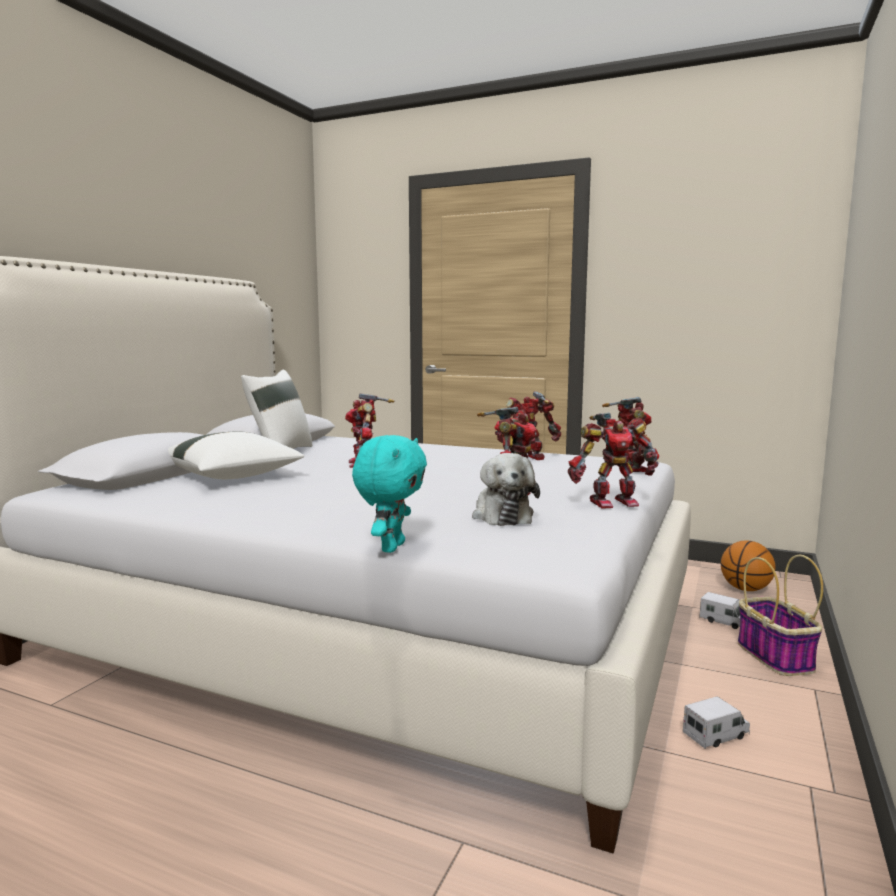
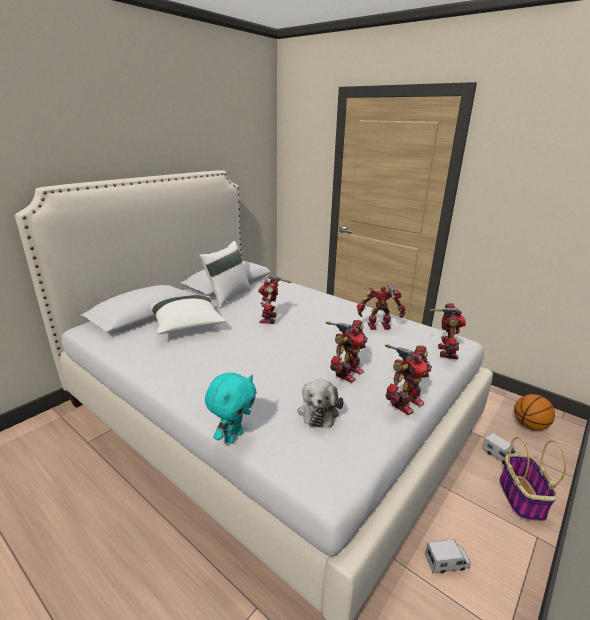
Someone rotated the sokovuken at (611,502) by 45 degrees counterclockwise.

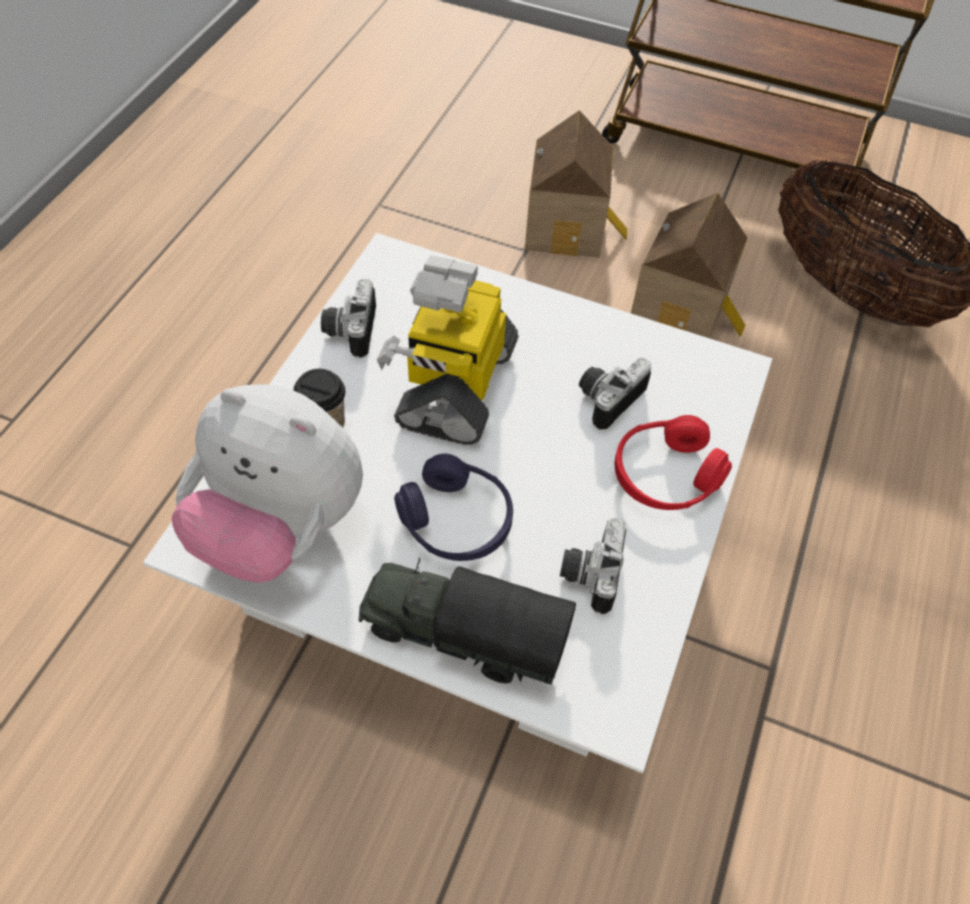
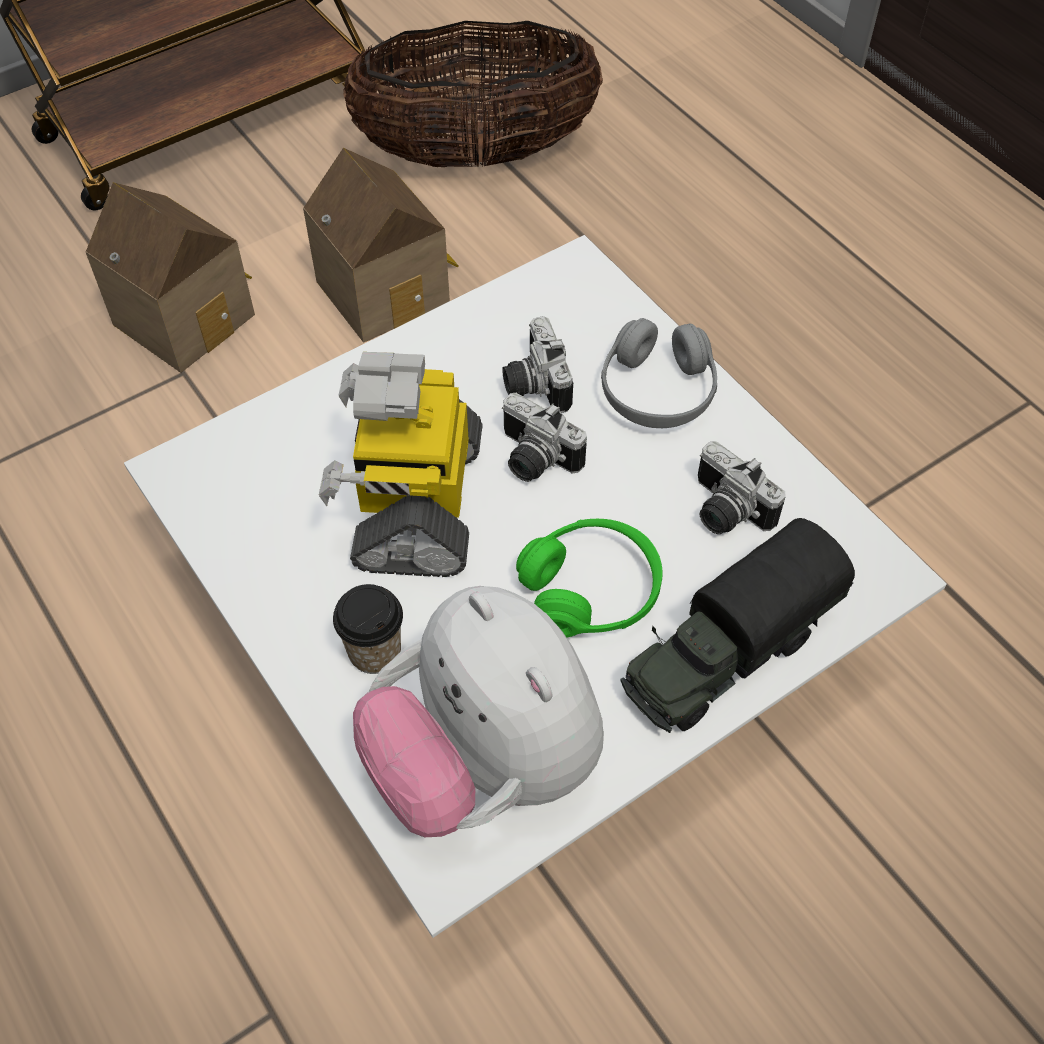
Someone rotated the sokovuken at (454,385) by 45 degrees clockwise.
Someone rotated the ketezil at (280,526) by 90 degrees clockwise.
Someone carried the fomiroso from (349,330) to (533,460).
Someone repainted the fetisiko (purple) at (456,520), which became the fetisiko (green) at (590,590).
Someone repainted the fetisiko (red) at (665,475), which became the fetisiko (grey) at (657,390).

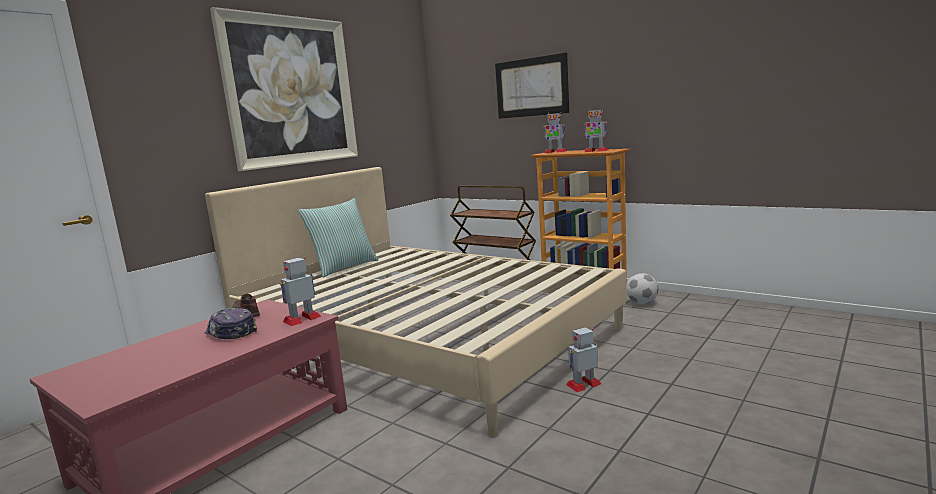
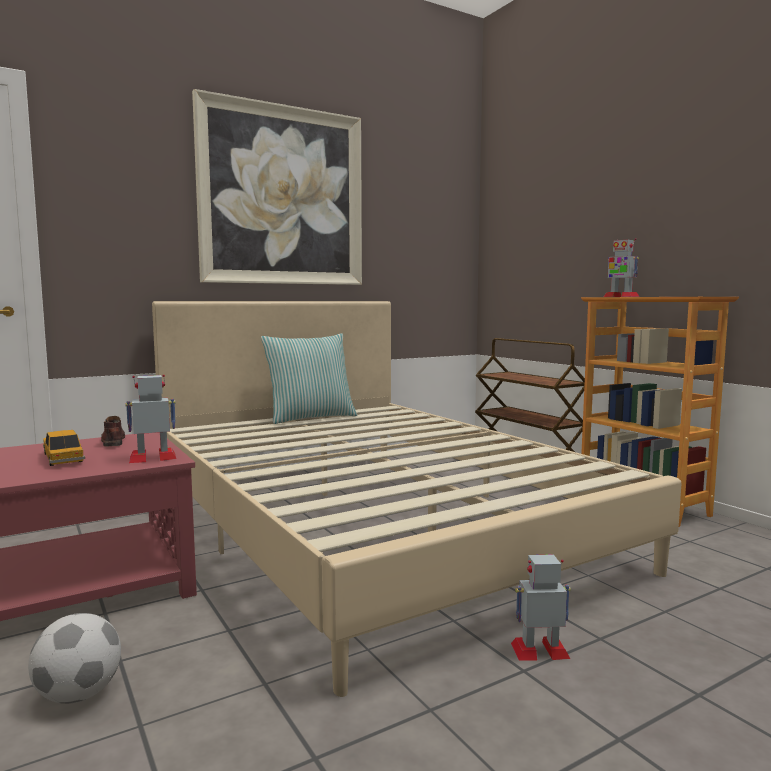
Someone carried the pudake from (642,303) to (78,695).
Someone swapped the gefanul at (230,333) for the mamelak at (63,458).
Someone took away the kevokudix at (531,87).
Someone took away the sokovuken at (596,151).

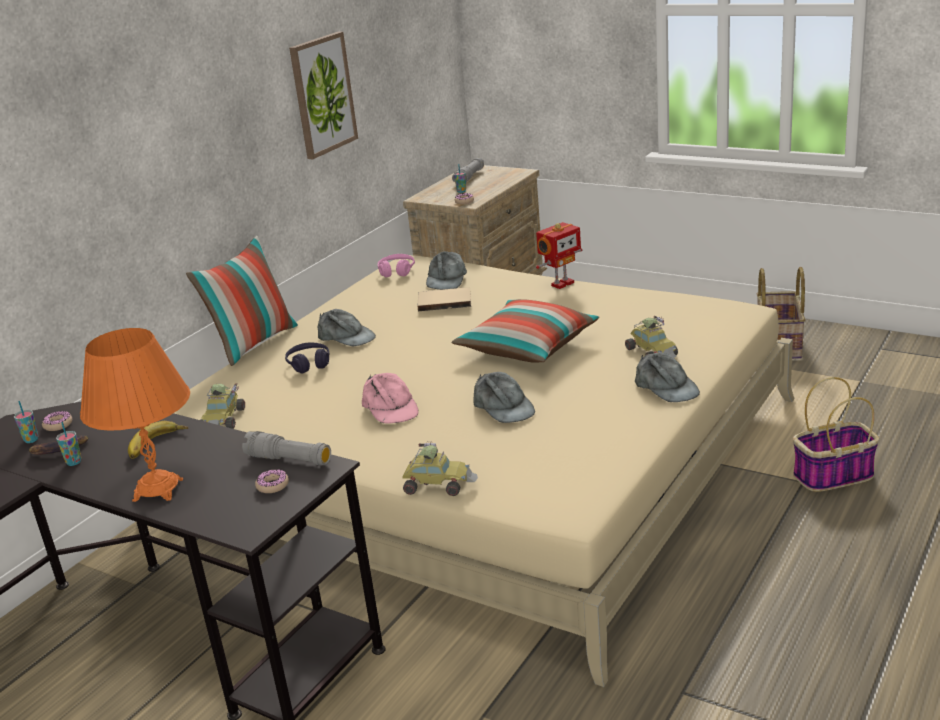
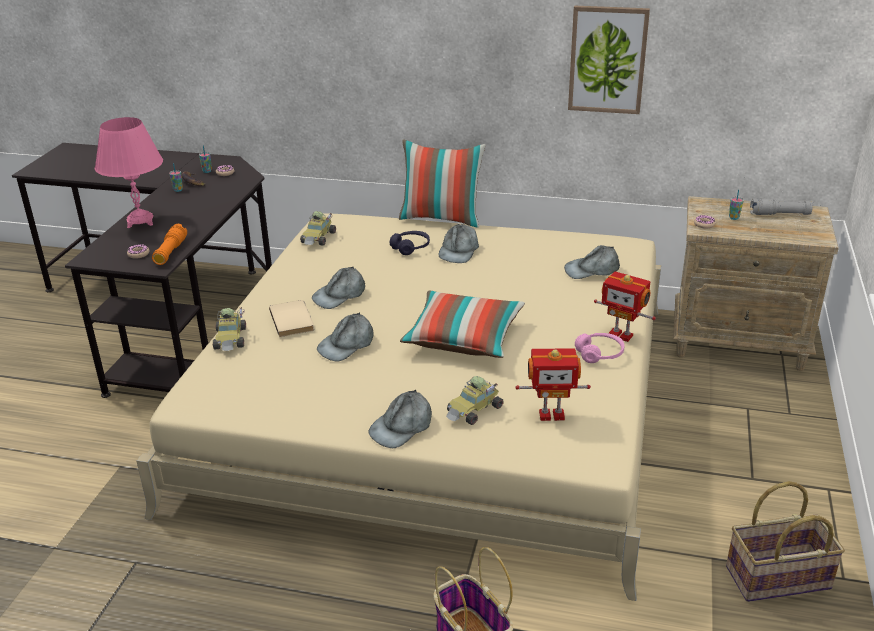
Someone repainted the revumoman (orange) at (158,490), which became the revumoman (pink) at (140,221).
Someone repainted the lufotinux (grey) at (289,460), which became the lufotinux (orange) at (170,252).
Someone carried the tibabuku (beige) from (444,301) to (293,320).
Someone rotated the mamelak at (224,420) by 60 degrees counterclockwise.
Someone repainted the gefanul (pink) at (390,407), which became the gefanul (grey) at (340,295).
Someone put down the sokovuken at (551,414).
Someone carried the fetisiko (pink) from (396,271) to (599,354).
Someone took away the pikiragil at (157,445).

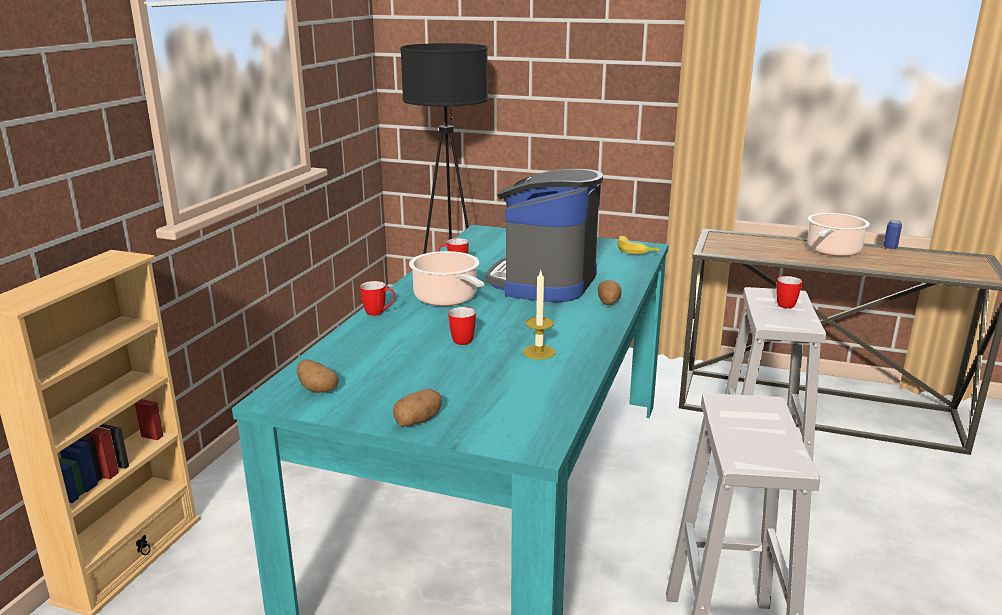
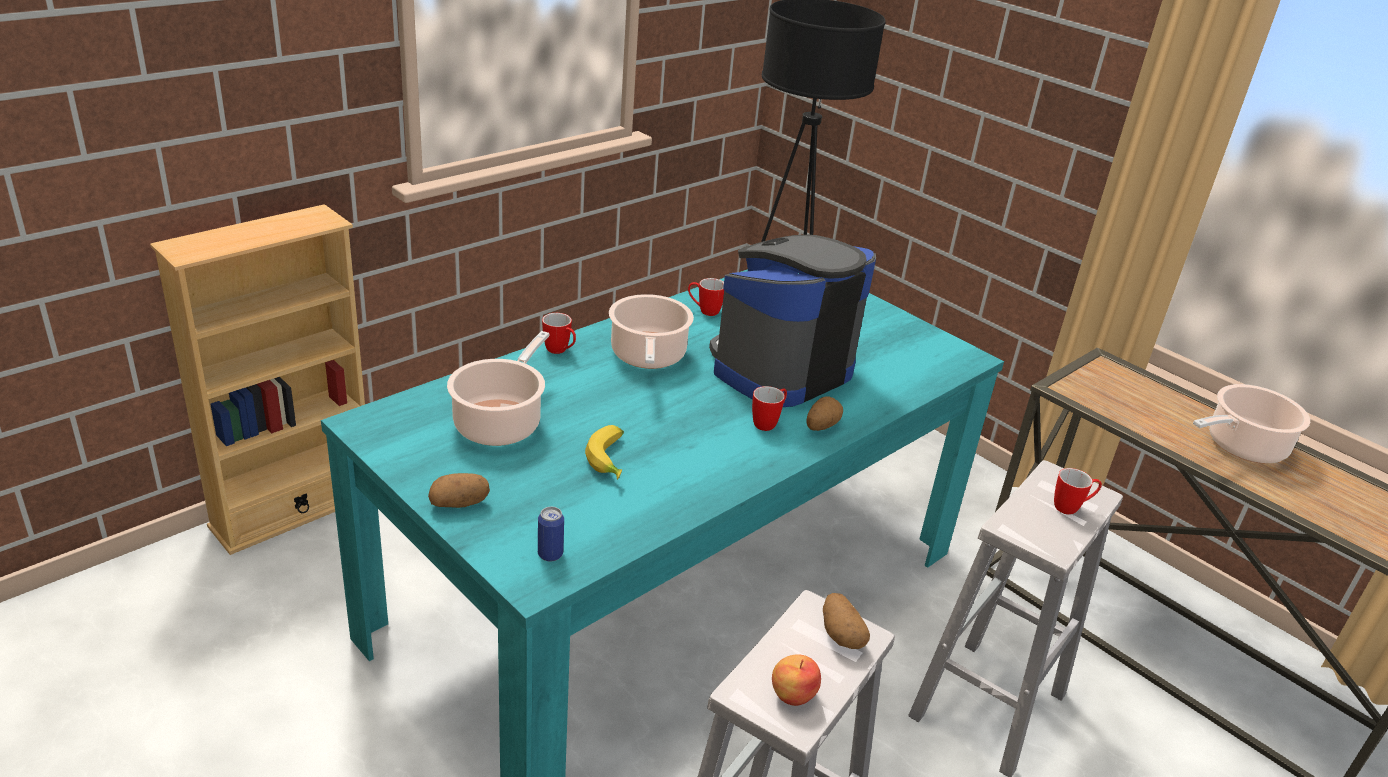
Someone put down the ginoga at (500,422).
Someone carried the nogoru from (890,247) to (550,554).
Someone carried the pikiragil from (636,251) to (612,460).
Someone carried the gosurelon from (464,339) to (768,423).
Someone put down the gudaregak at (793,694).
Someone carried the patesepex from (316,389) to (840,634).
Someone took away the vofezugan at (539,352).

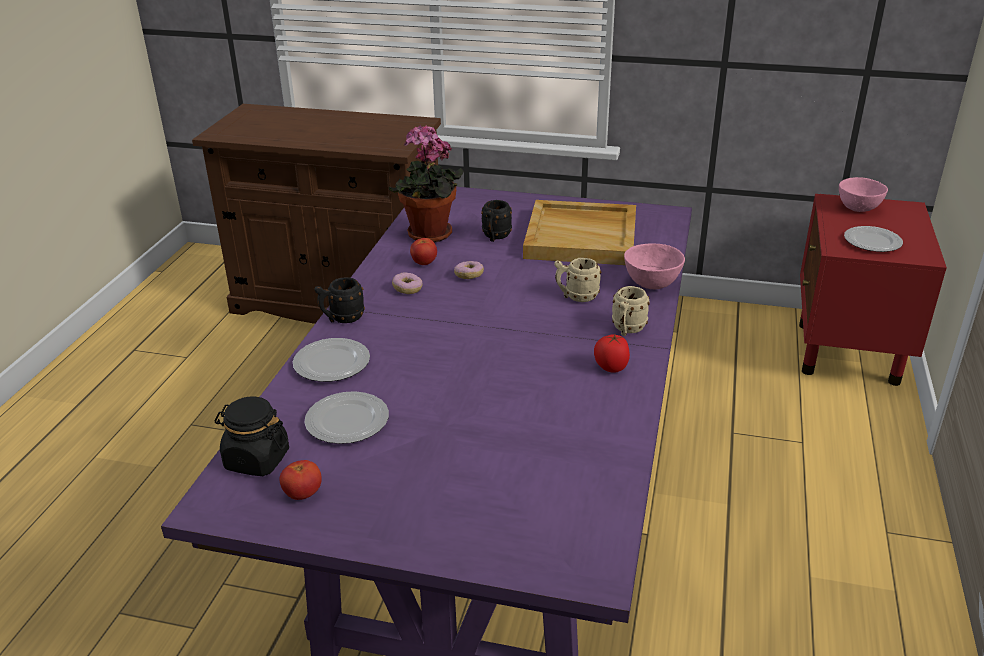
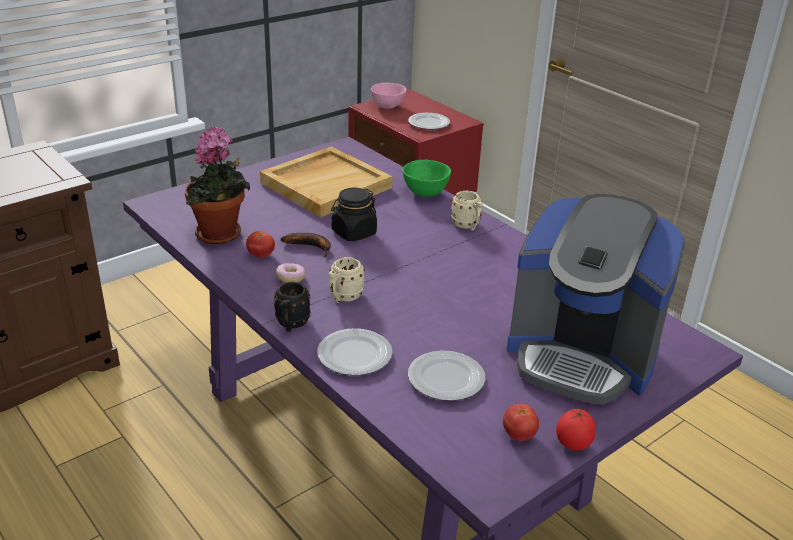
Someone swapped the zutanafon at (469,276) for the pikiragil at (311,246).
Someone carried the gosurelon (beige) from (576,297) to (343,297).
Someone carried the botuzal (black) from (256,459) to (353,233).
Someone repainted the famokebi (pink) at (651,284), which became the famokebi (green) at (424,193).
Someone put down the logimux at (581,356).
Someone carried the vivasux from (611,368) to (572,444).
Someone took away the gosurelon (black) at (495,237).

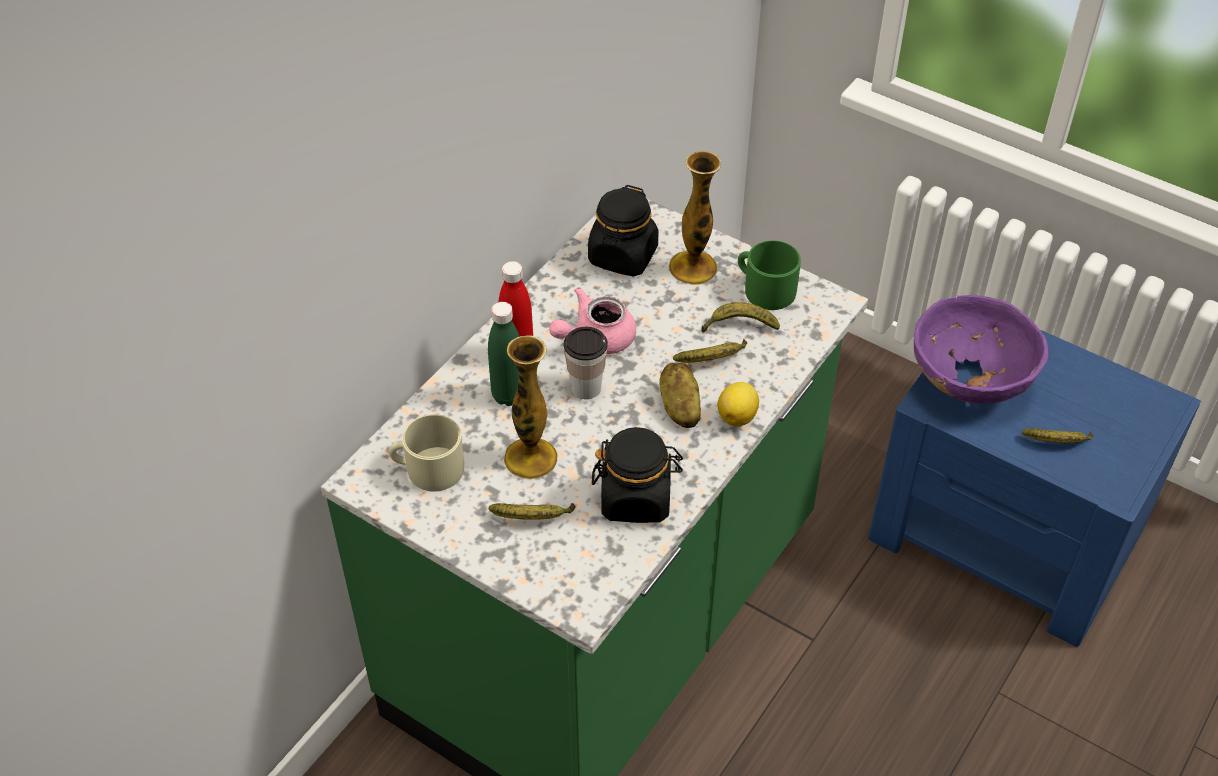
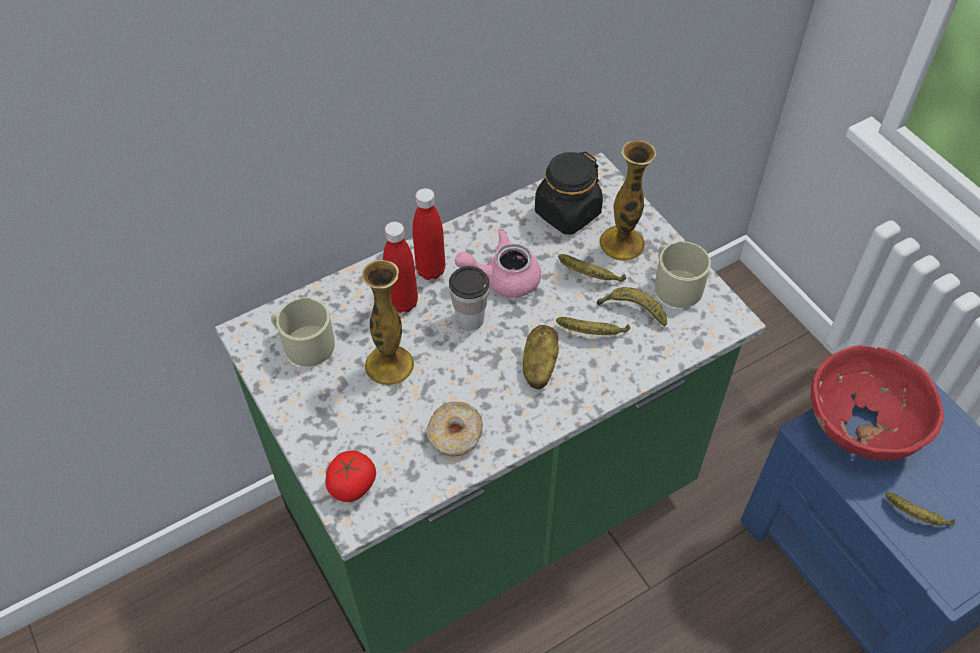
Someone put down the vivasux at (352,486).
Someone repainted the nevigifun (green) at (508,395), which became the nevigifun (red) at (403,303).
Someone swapped the botuzal (black) at (636,498) for the zutanafon at (455,435).
Someone carried the pikiragil from (533,518) to (589,276).
Someone repainted the gosurelon (green) at (764,288), which became the gosurelon (beige) at (674,284).
Someone repainted the famokebi (purple) at (969,382), which became the famokebi (red) at (860,428).
Someone took away the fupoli at (738,416).

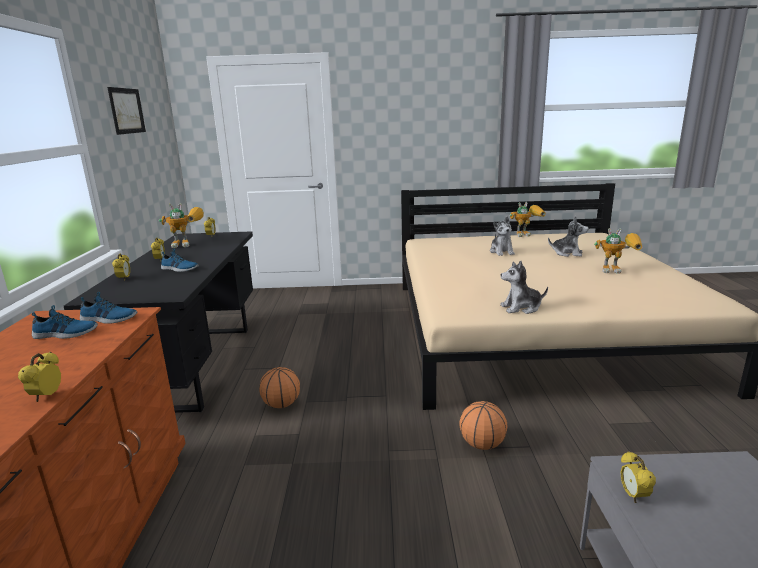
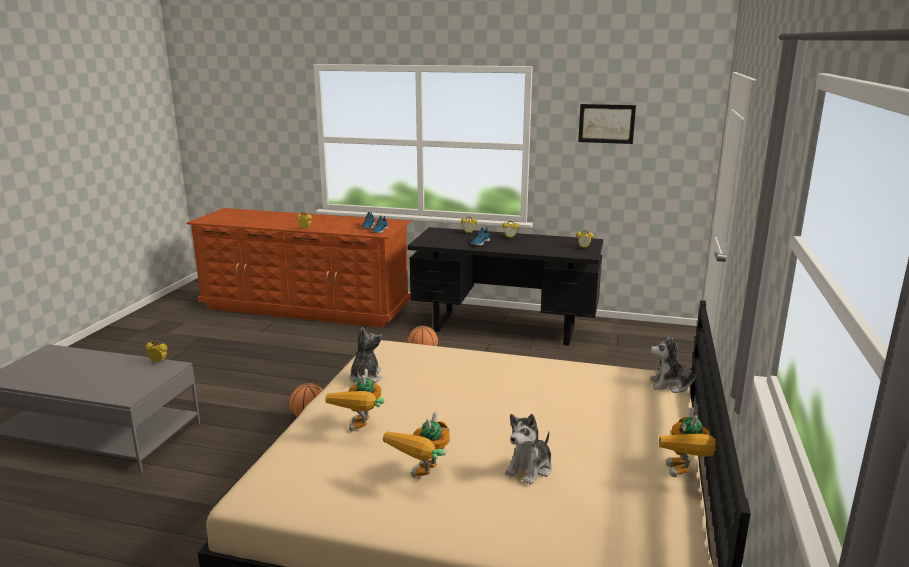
Someone carried the sokovuken from (189,244) to (362,431).
Someone carried the ketezil from (501,252) to (671,385).

